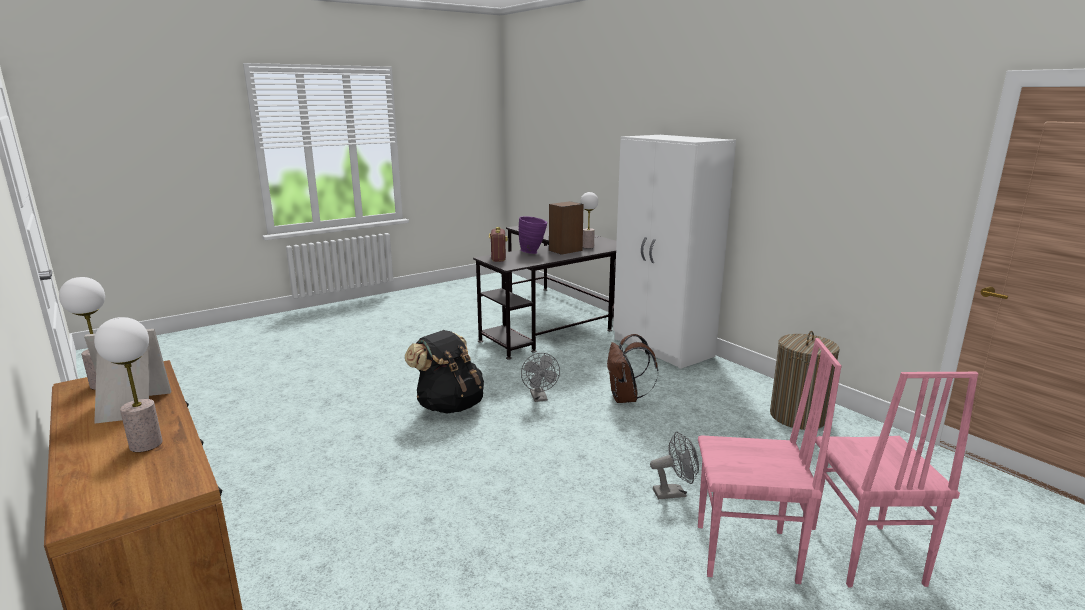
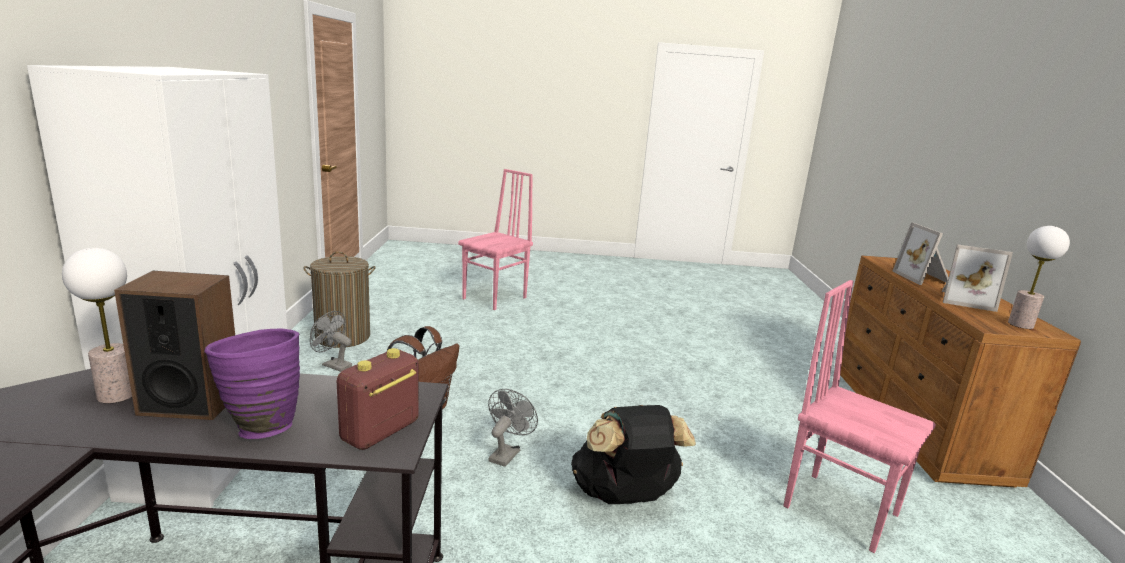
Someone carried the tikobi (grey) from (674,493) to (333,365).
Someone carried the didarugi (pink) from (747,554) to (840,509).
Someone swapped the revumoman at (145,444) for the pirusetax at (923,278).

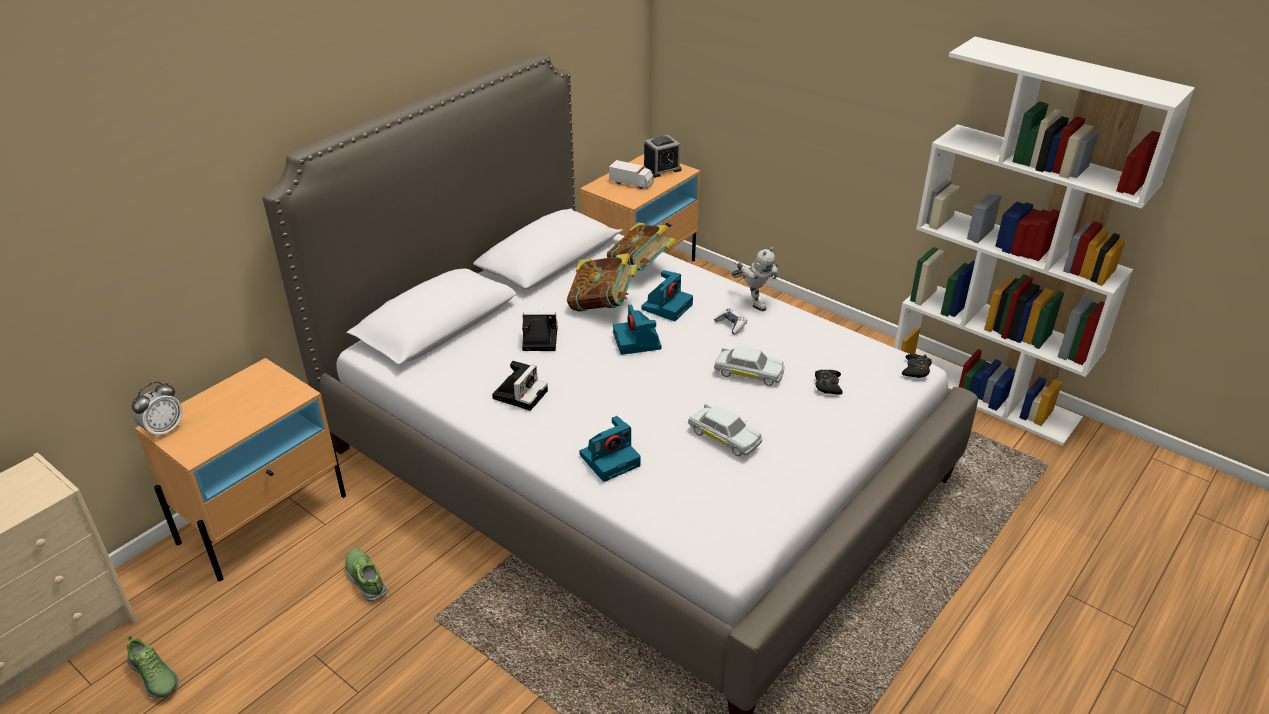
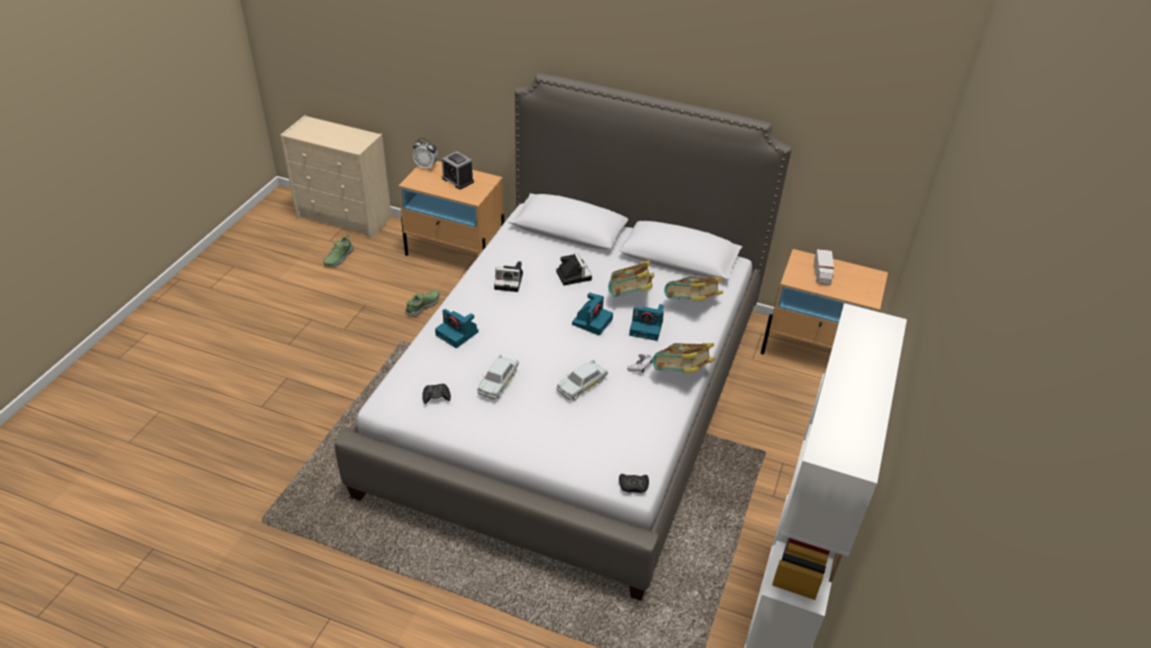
Someone carried the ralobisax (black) from (827,385) to (436,396).
Someone carried the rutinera from (661,169) to (458,180).
Someone rotated the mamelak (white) at (748,373) by 45 degrees clockwise.
Someone rotated the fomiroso at (637,342) by 150 degrees clockwise.
Someone swapped the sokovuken at (753,301) for the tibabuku at (681,374).

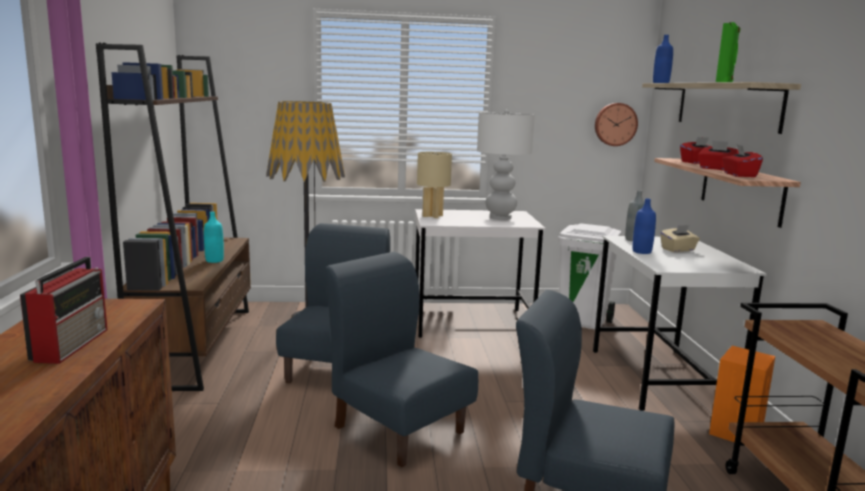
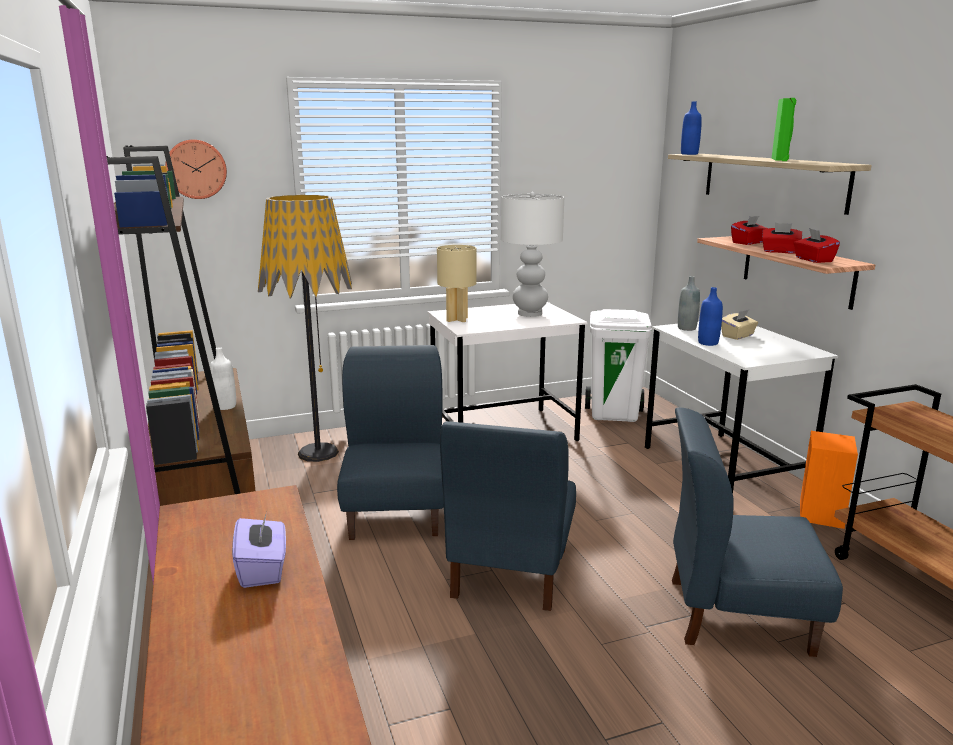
Someone carried the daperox from (615,124) to (196,169).
Someone repainted the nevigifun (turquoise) at (214,260), which became the nevigifun (white) at (225,406).
Someone swapped the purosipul at (72,344) for the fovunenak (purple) at (263,569).
Someone rotated the didarugi (blue) at (398,428) by 105 degrees counterclockwise.

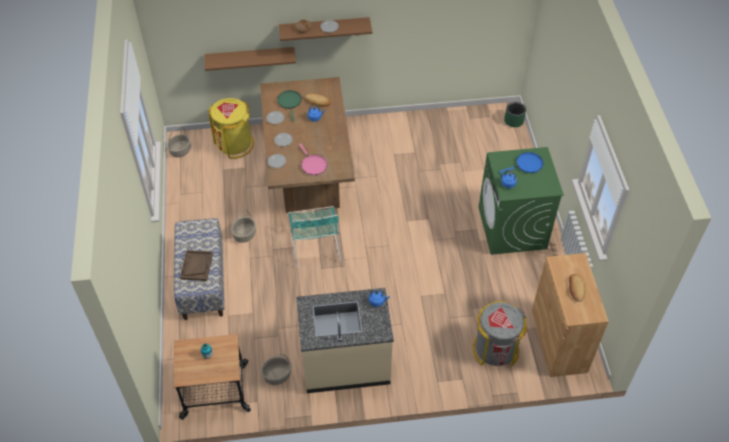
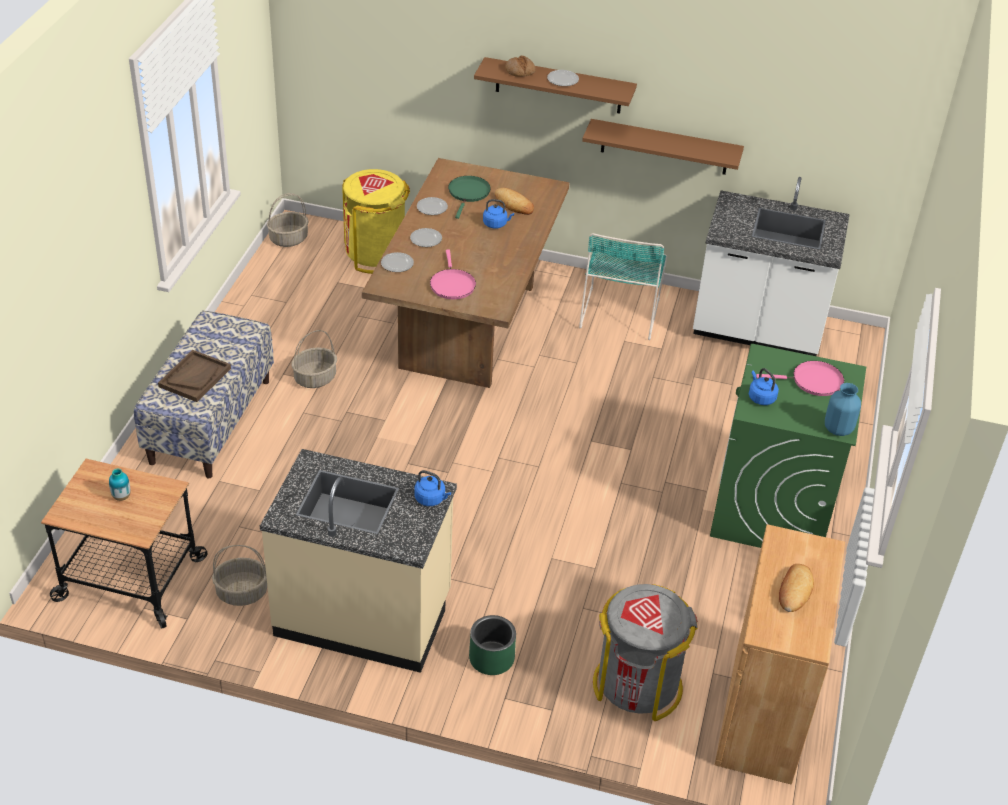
Someone carried the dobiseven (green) from (514,121) to (491,658).
Someone carried the didarugi (turquoise) from (315,245) to (620,310).
Someone carried the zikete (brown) from (250,58) to (664,147).
Someone put down the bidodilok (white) at (757,331).
Someone repainted the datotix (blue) at (527,165), which became the datotix (pink) at (813,381).
Someone put down the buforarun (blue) at (837,429).

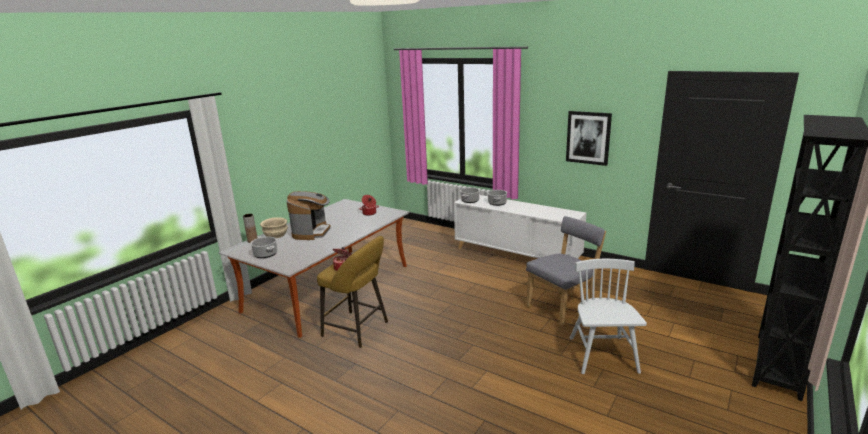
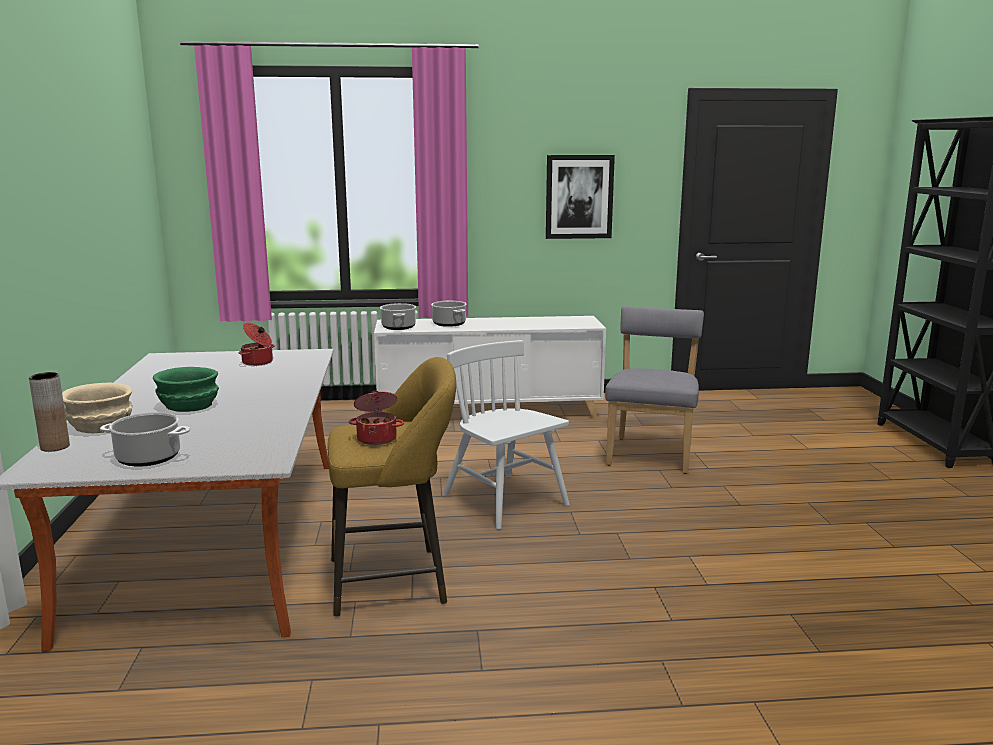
Someone swapped the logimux at (312,232) for the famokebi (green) at (188,406).
Someone carried the didarugi (white) from (602,355) to (505,500).

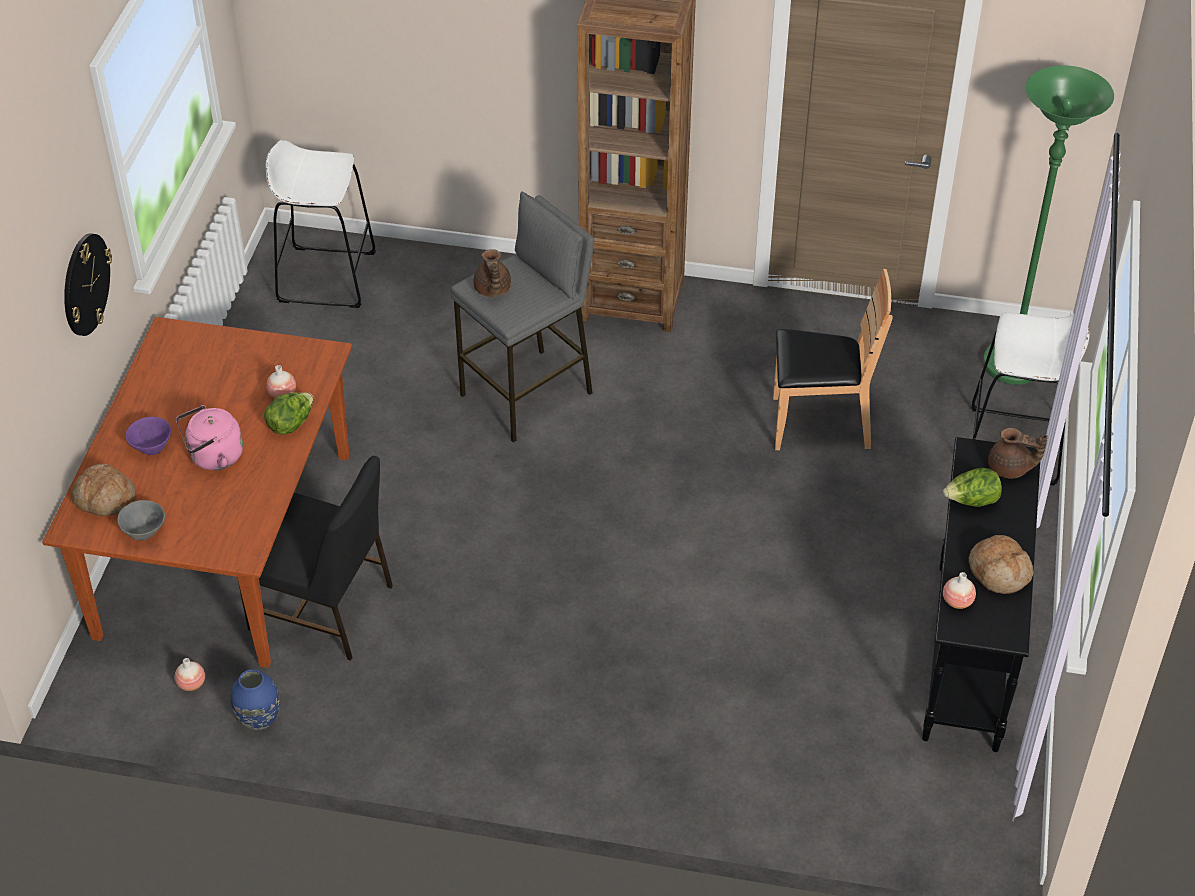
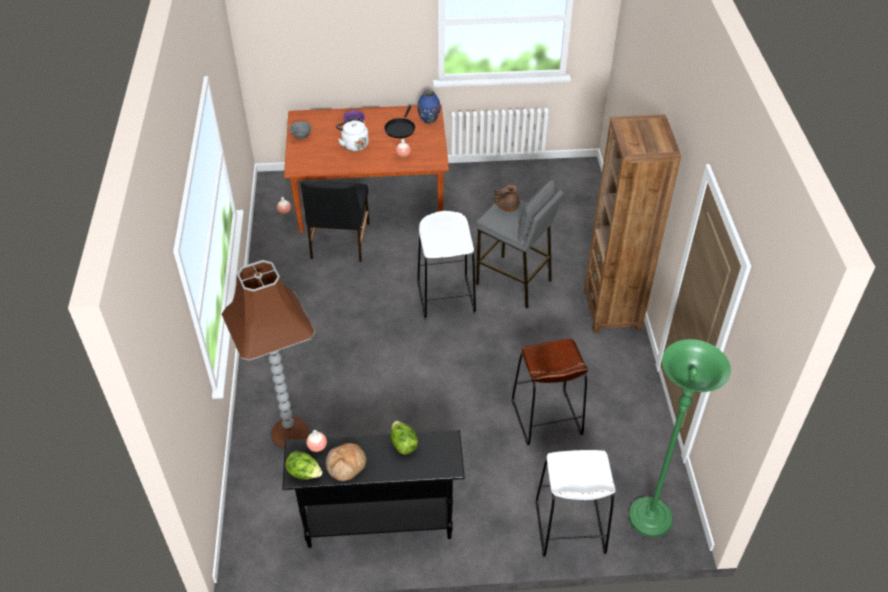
Someone put down the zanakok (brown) at (288,432).
Someone carried the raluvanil from (291,424) to (304,473).
Someone repainted the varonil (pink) at (213,457), which became the varonil (white) at (354,144).
Someone put down the datotix (black) at (400,128).
Someone carried the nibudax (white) from (326,277) to (446,297).
Someone carried the buforarun (blue) from (258,719) to (429,120).
Someone swapped the didarugi (brown) at (819,424) for the nibudax (brown) at (546,418).
Someone took away the daperox at (85,284).
Someone took away the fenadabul at (104,499).
Someone took away the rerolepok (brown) at (1010,468).

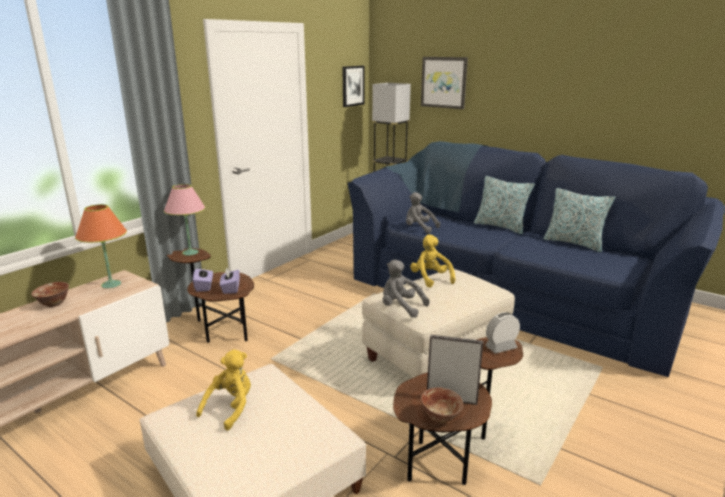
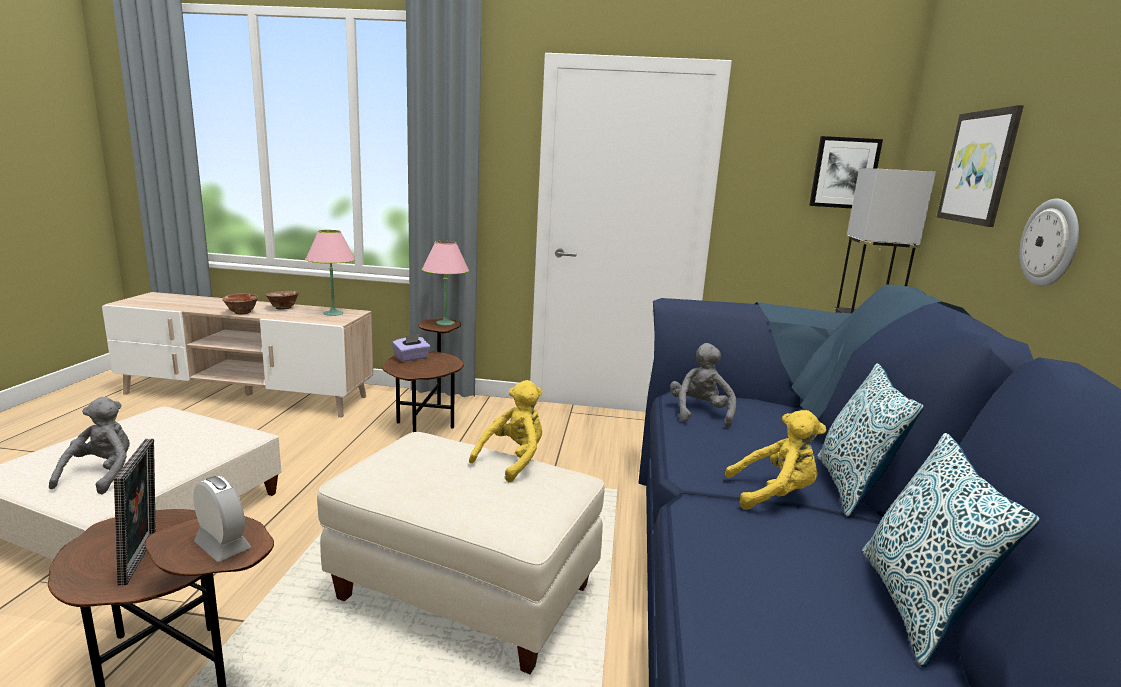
Someone carried the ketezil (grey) from (401,307) to (102,475).
Someone carried the famokebi from (440,417) to (242,313).
Someone repainted the revumoman (orange) at (111,284), which became the revumoman (pink) at (333,313).
Someone carried the ketezil (yellow) from (231,408) to (774,495).
Someone put up the daperox at (1051,243).
Someone took away the fovunenak (purple) at (230,289).

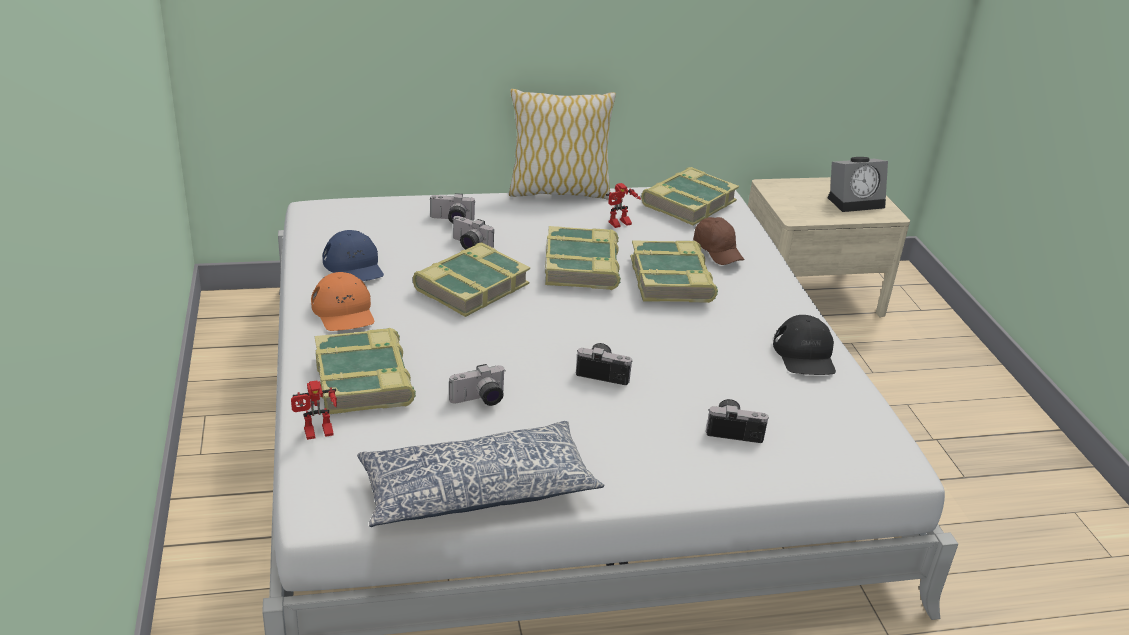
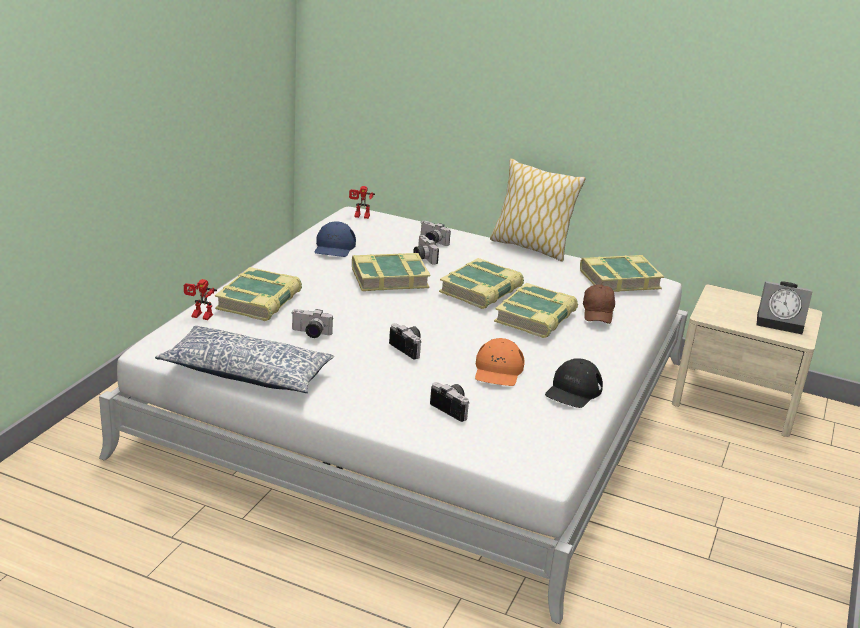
Someone carried the sokovuken from (620,224) to (360,216).
Someone carried the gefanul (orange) from (344,311) to (498,370).

